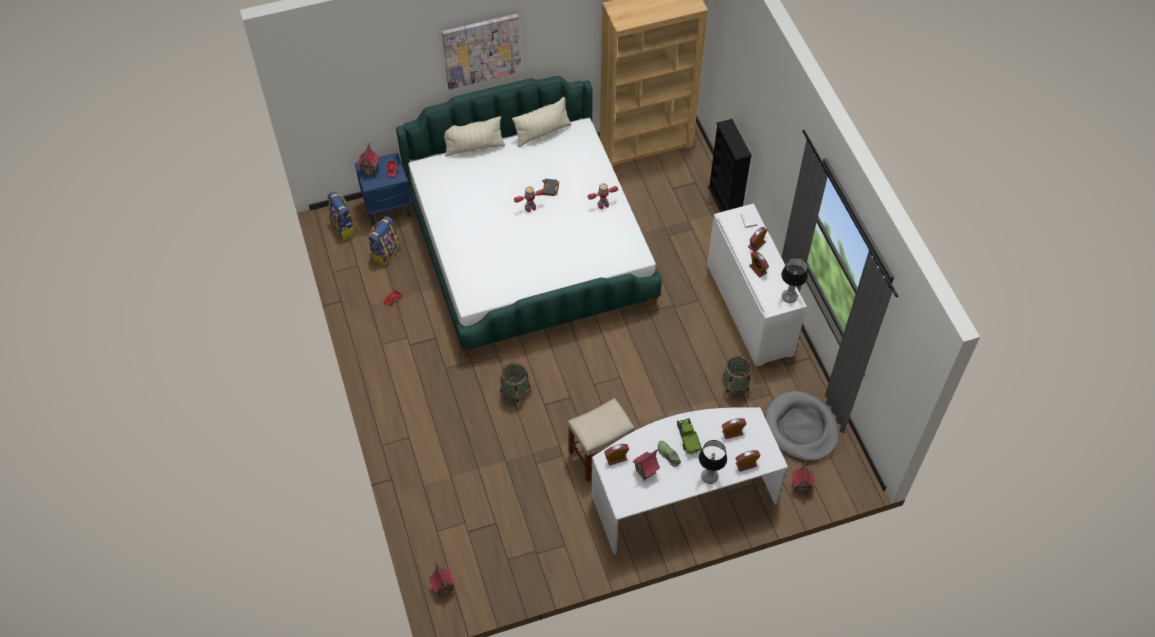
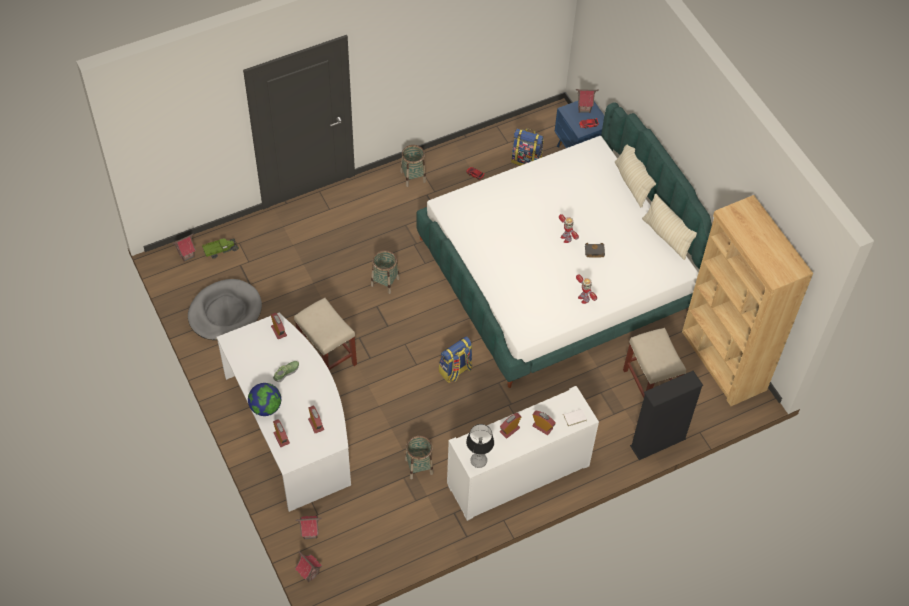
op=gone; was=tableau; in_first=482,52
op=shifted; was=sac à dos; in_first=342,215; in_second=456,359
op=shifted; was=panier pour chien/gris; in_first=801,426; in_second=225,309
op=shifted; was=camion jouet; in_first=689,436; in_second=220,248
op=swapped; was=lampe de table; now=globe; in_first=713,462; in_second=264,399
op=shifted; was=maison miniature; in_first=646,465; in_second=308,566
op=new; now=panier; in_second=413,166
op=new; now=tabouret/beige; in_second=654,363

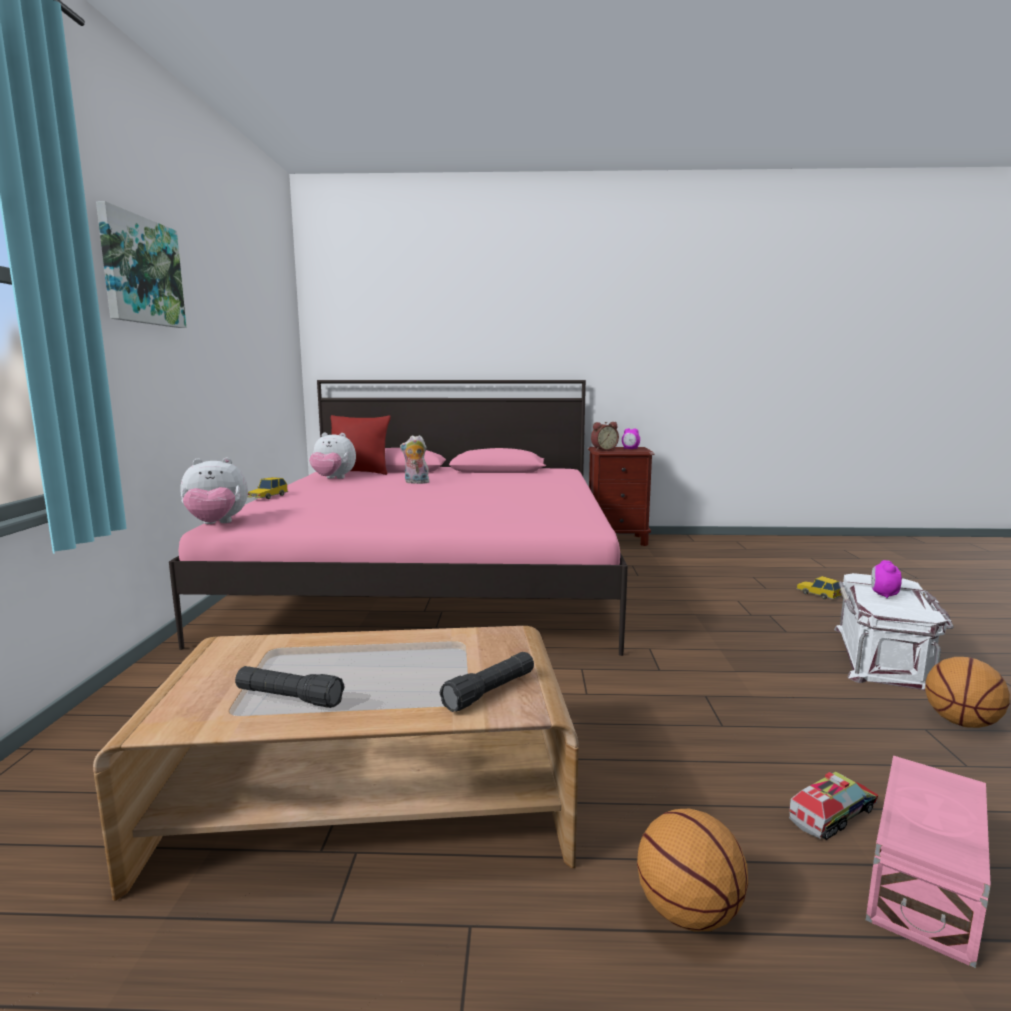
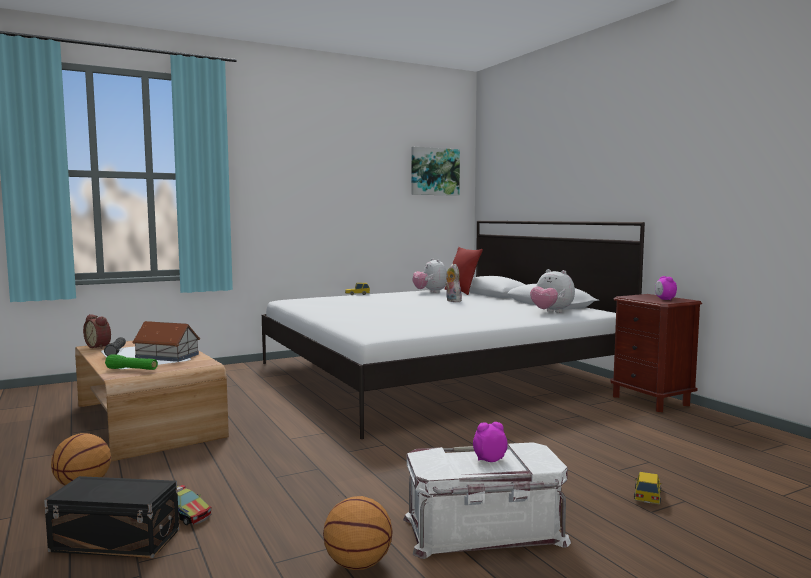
op=shifted; was=tableau; in_first=141,264; in_second=436,171
op=repainted; was=lit/rose; now=lit/blanc; in_first=398,518; in_second=453,330
op=shifted; was=réveil; in_first=605,436; in_second=97,331
op=shifted; was=peluche; in_first=214,491; in_second=552,291
op=repainted; was=lampe de poche/noir; now=lampe de poche/vert; in_first=486,682; in_second=131,362
op=repainted; was=boîte de rangement/rose; now=boîte de rangement/noir; in_first=928,861; in_second=111,517
op=new; now=maison miniature; in_second=166,341

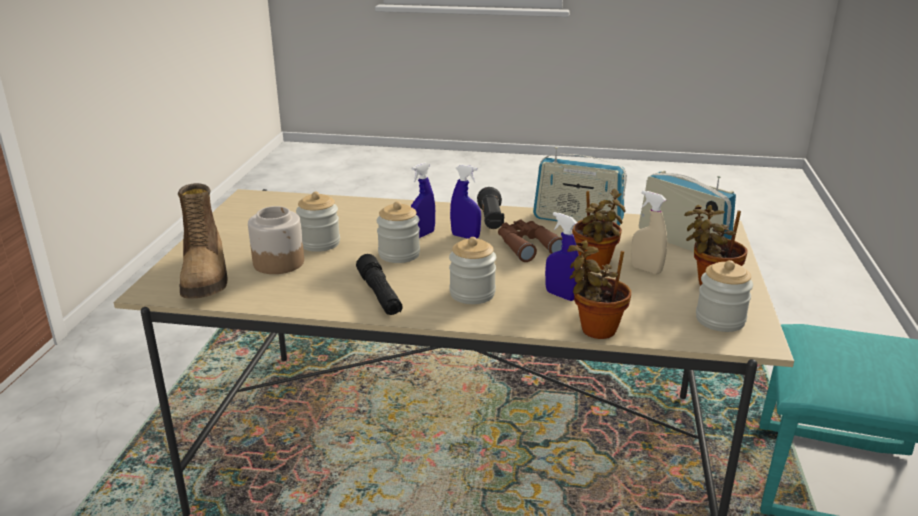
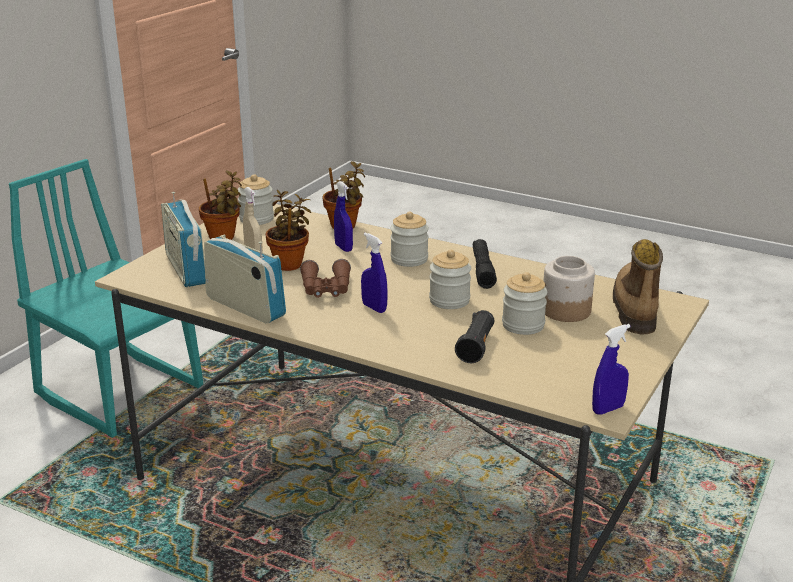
op=shifted; was=vaporisateur/bleu; in_first=423,200; in_second=611,369
op=shifted; was=lampe de poche/noir; in_first=490,208; in_second=474,336

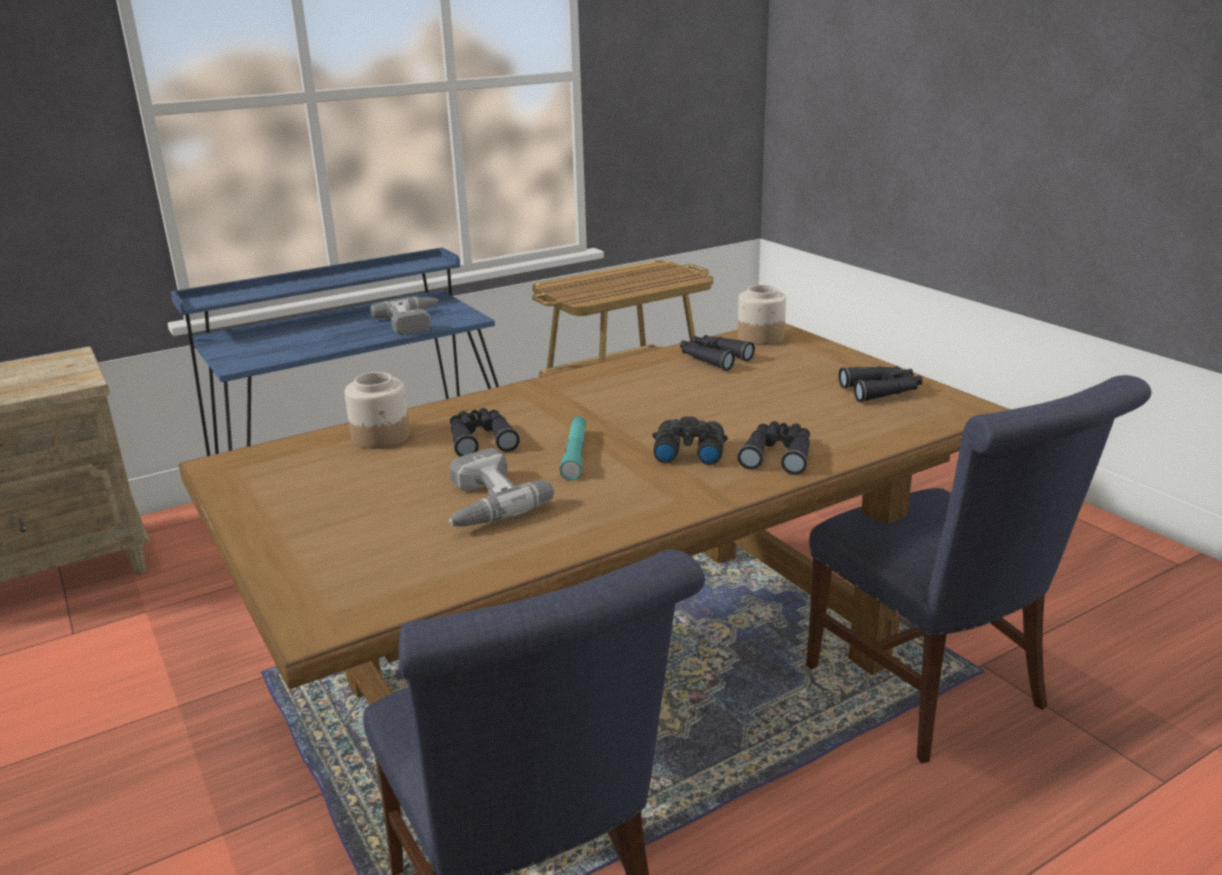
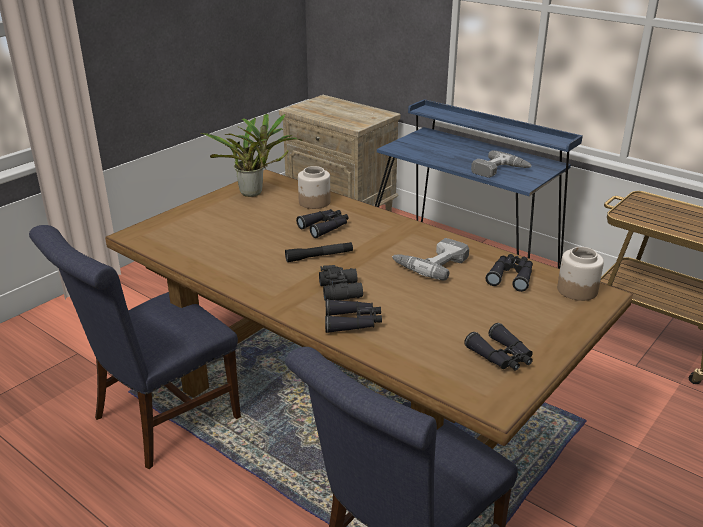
op=repainted; was=lampe de poche/turquoise; now=lampe de poche/noir; in_first=573,448; in_second=319,252
op=shifted; was=perceuse; in_first=501,487; in_second=430,259
op=new; now=plante en pot; in_second=251,155

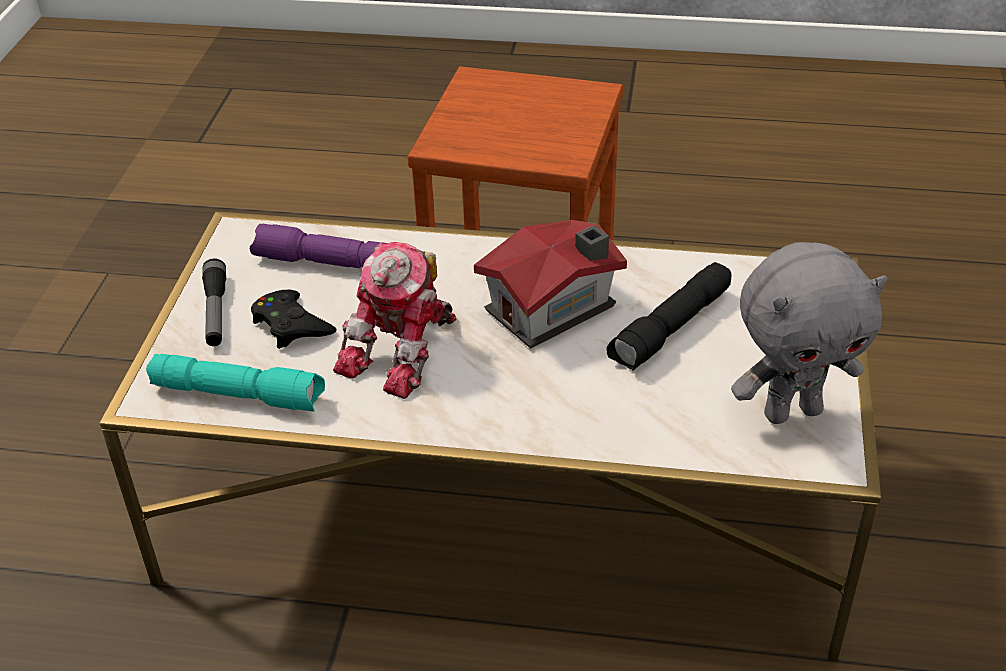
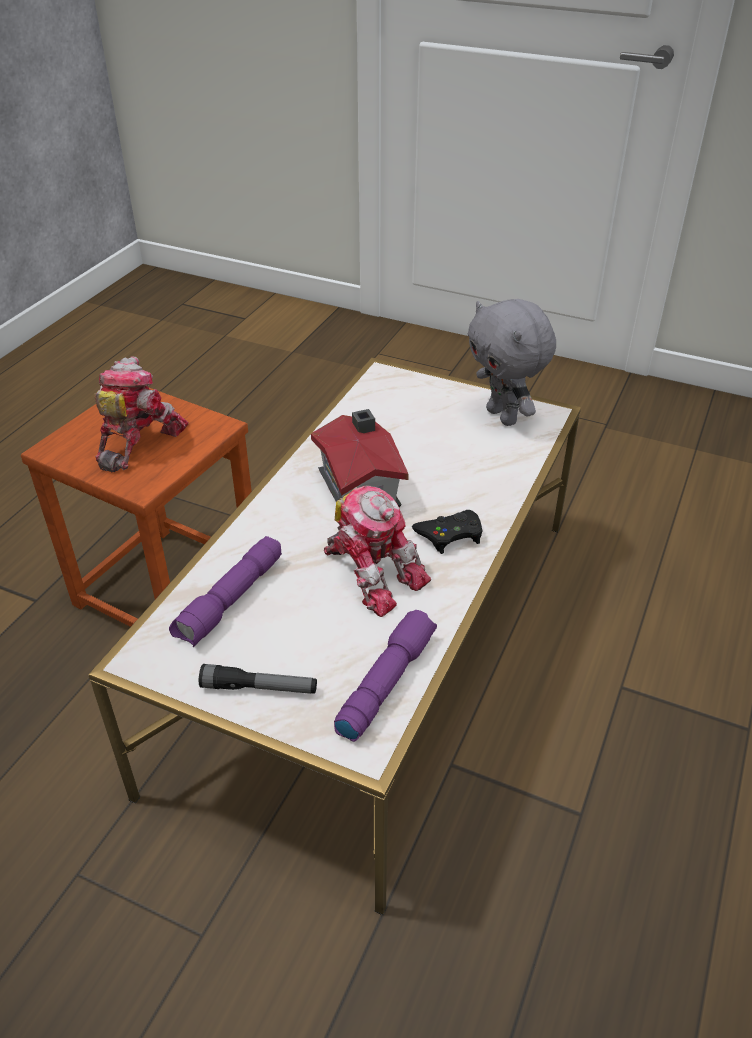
op=rotated; was=peluche/gris; in_first=809,333; in_second=512,362; clockwise=150
op=gone; was=lampe de poche/noir; in_first=668,316
op=shifted; was=manette/noir; in_first=294,319; in_second=447,532
op=repainted; was=lampe de poche/turquoise; now=lampe de poche/violet; in_first=235,383; in_second=385,676
op=new; now=robot jouet; in_second=141,414

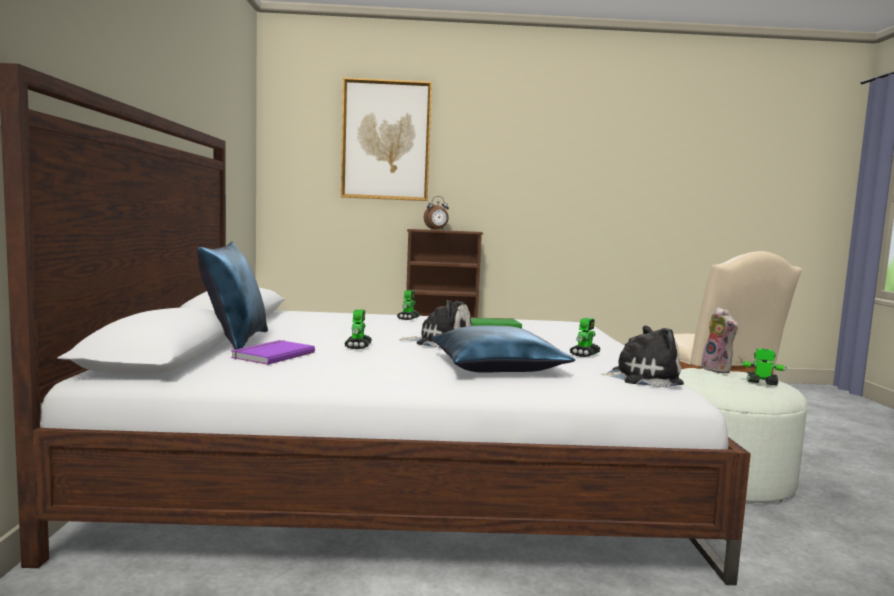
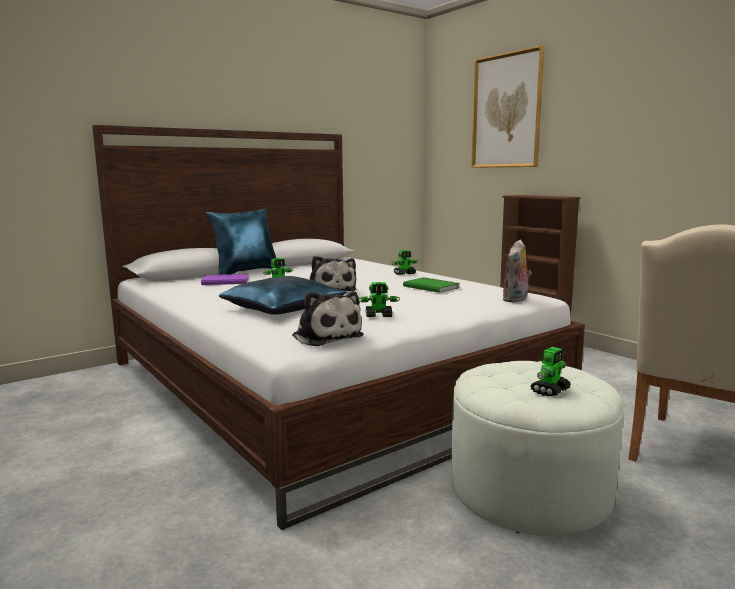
op=gone; was=réveil; in_first=436,213
op=shifted; was=peluche; in_first=719,340; in_second=517,271
op=rotated; was=robot jouet; in_first=763,367; in_second=550,372; clockwise=60

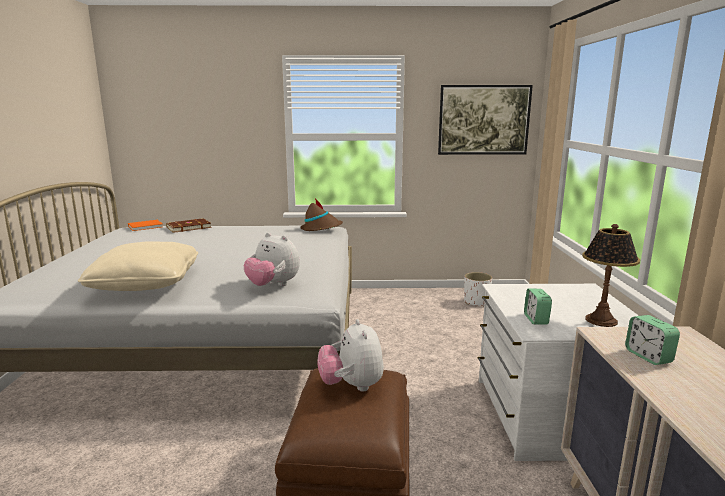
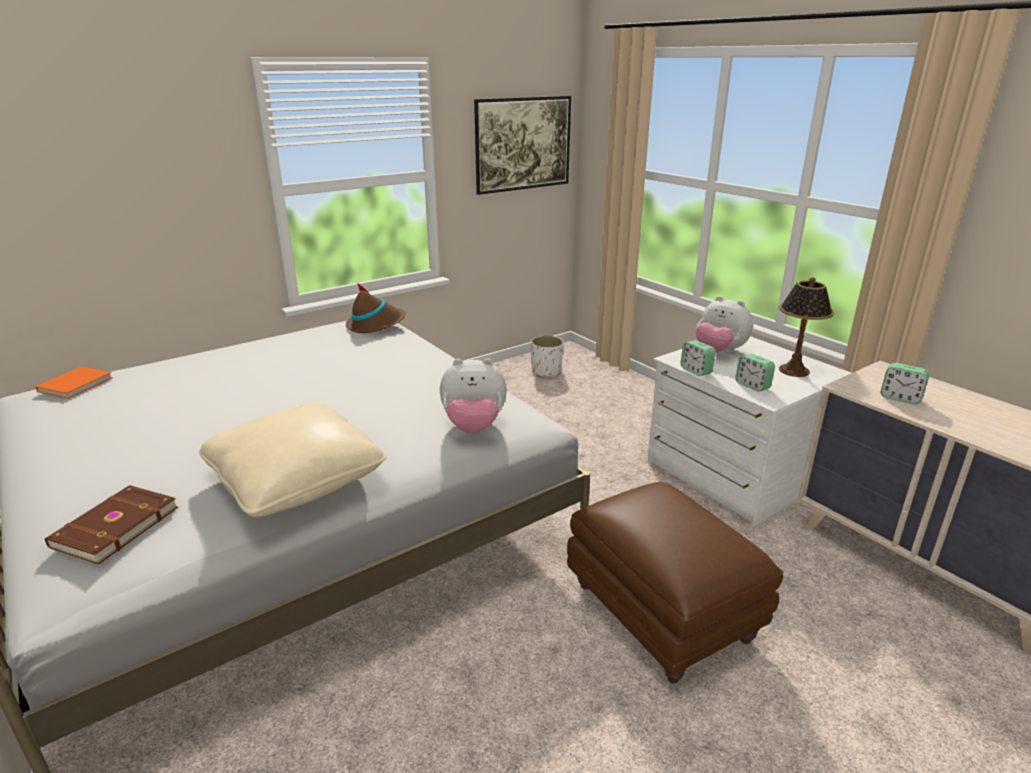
op=shifted; was=livre/marron; in_first=189,226; in_second=111,525
op=shifted; was=peluche; in_first=350,355; in_second=724,324
op=new; now=réveil; in_second=698,358

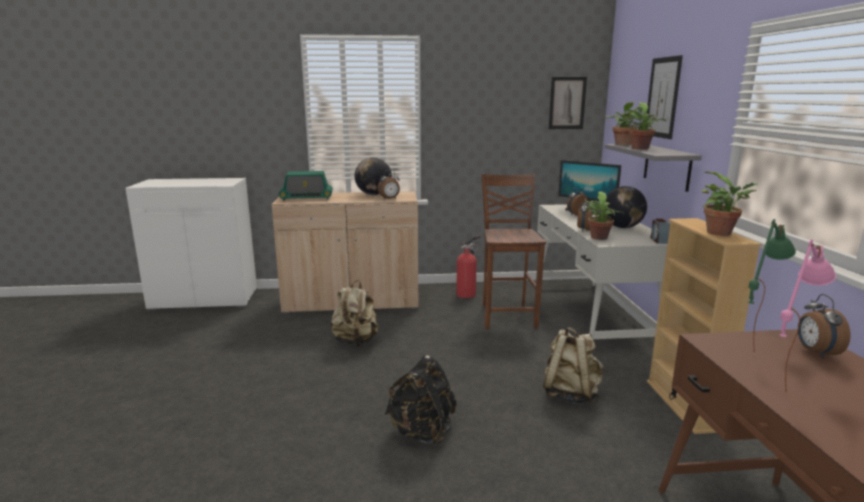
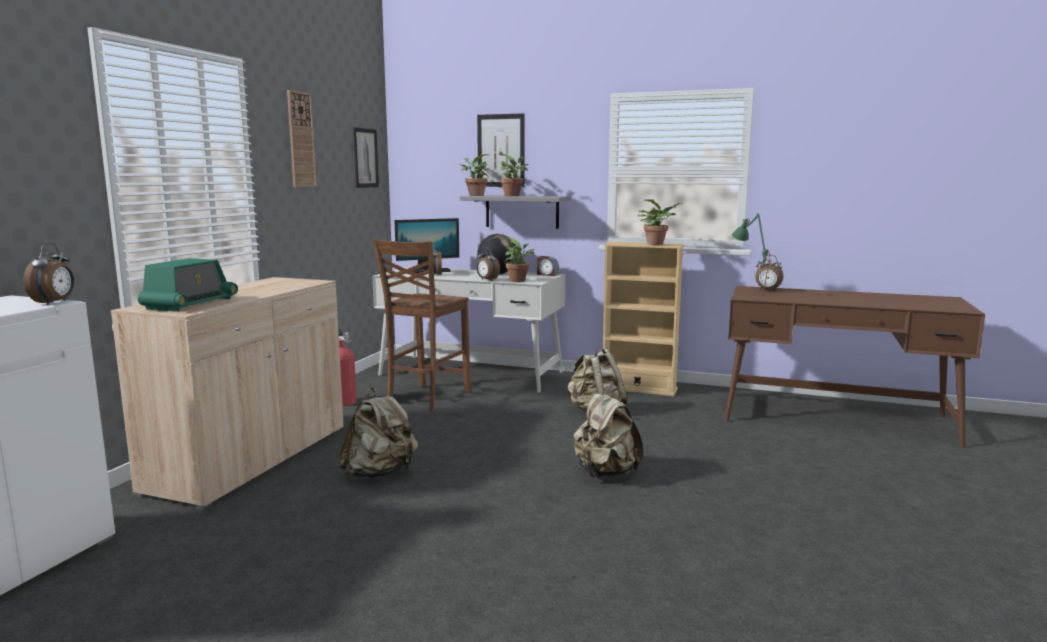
op=gone; was=globe; in_first=373,176
op=shifted; was=réveil; in_first=389,185; in_second=49,274
op=rotated; was=chaise/marron; in_first=513,251; in_second=422,325; clockwise=-90
op=gone; was=lampe de table/rose; in_first=808,316
op=repainted; was=sac à dos/noir; now=sac à dos/beige; in_first=421,400; in_second=608,433
op=new; now=horloge murale; in_second=302,138

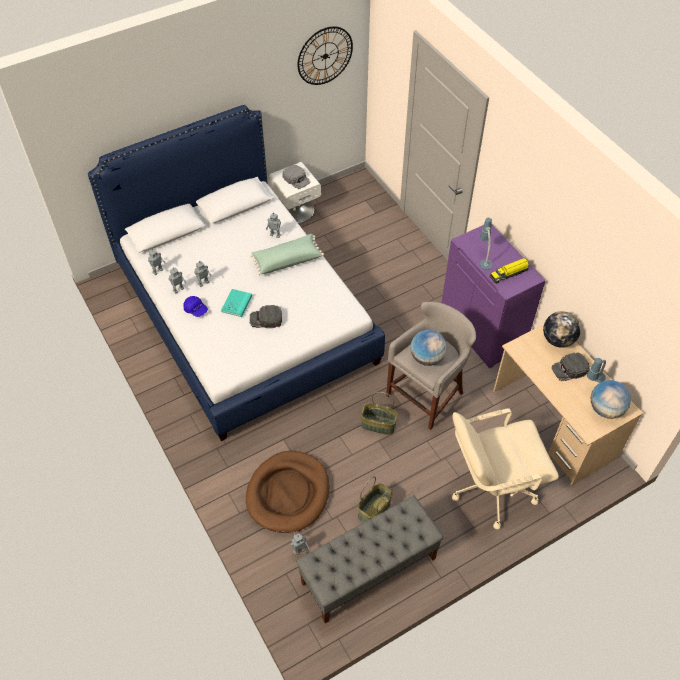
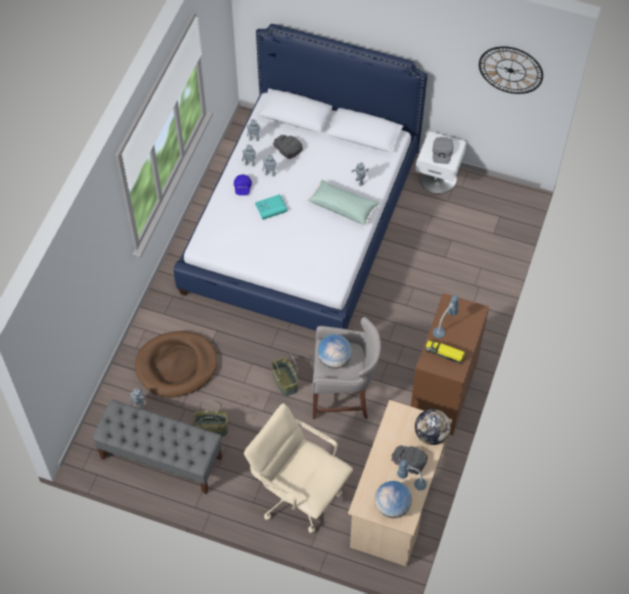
op=repainted; was=meuble de rangement/violet; now=meuble de rangement/marron; in_first=494,296; in_second=450,364
op=shifted; was=casquette/noir; in_first=266,316; in_second=288,147

